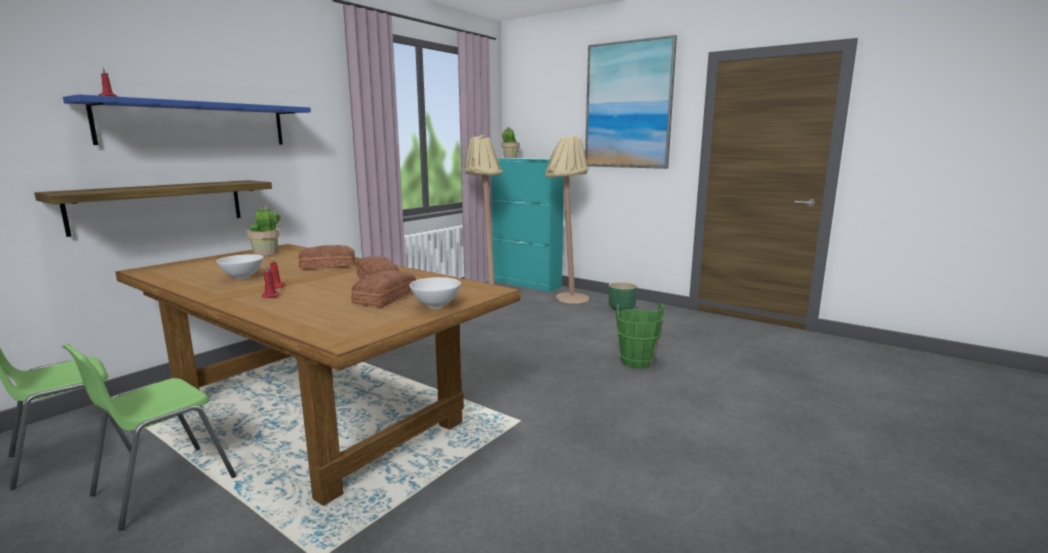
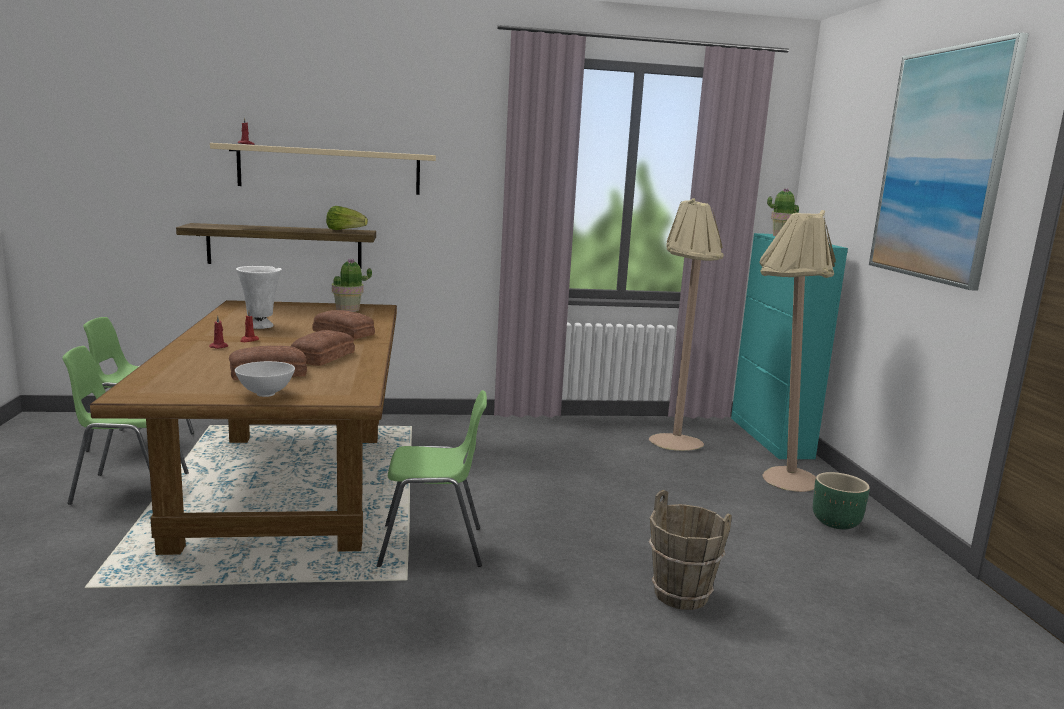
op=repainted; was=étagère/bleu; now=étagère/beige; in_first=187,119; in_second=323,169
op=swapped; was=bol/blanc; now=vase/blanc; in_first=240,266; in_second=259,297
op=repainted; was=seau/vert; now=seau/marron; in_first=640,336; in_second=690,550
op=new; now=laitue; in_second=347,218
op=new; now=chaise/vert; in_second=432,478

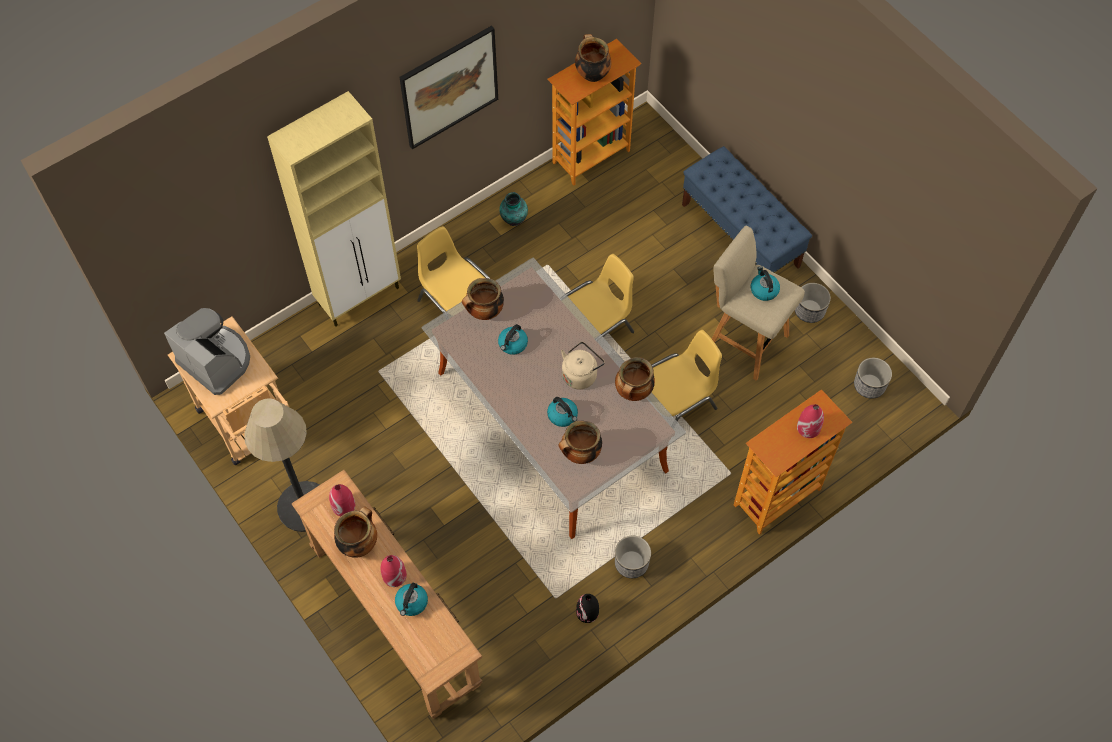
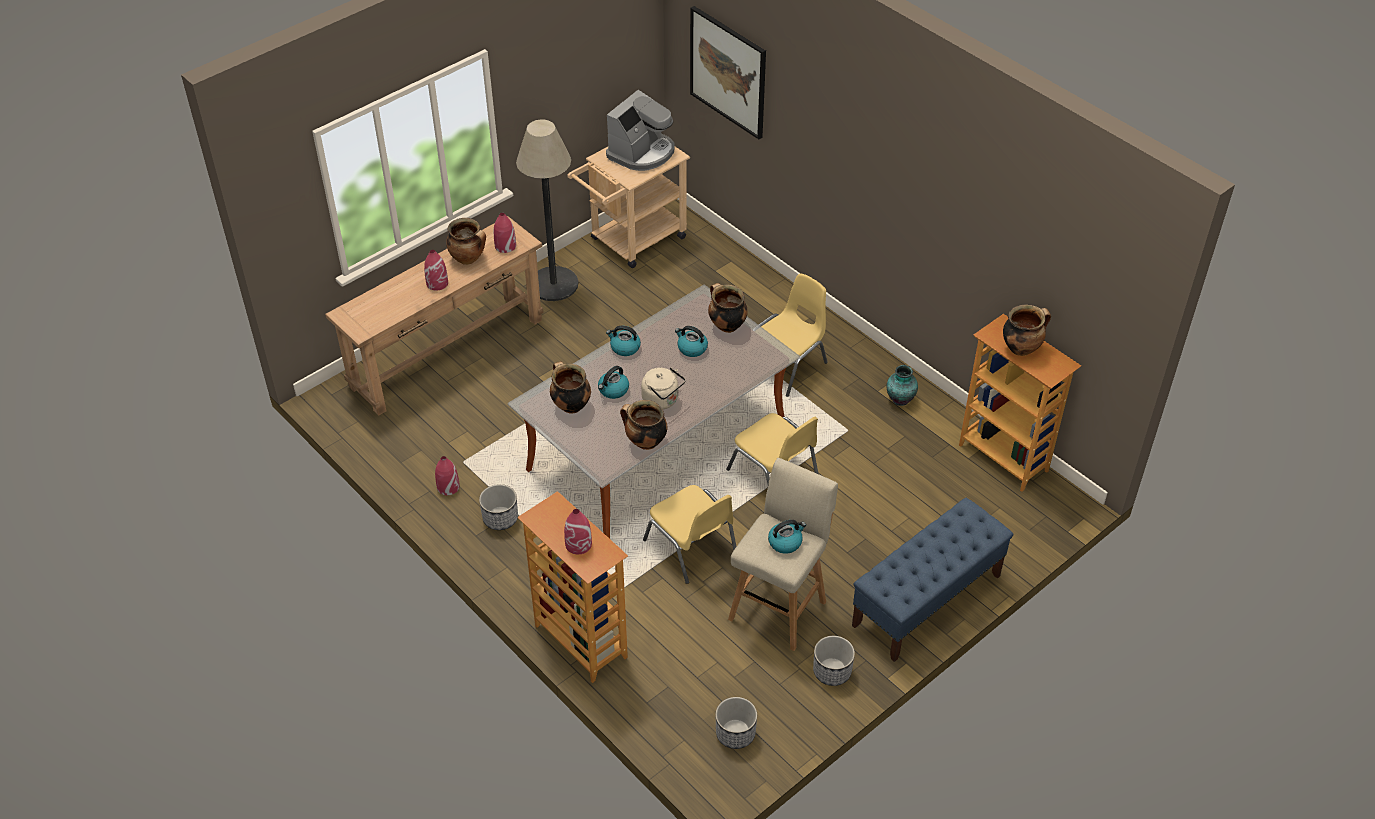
op=shifted; was=tableau; in_first=448,87; in_second=728,72
op=gone; was=meuble de rangement/beige; in_first=334,209
op=shifted; was=bouilloire; in_first=411,599; in_second=623,341
op=repainted; was=vase/noir; now=vase/rouge; in_first=587,608; in_second=447,475

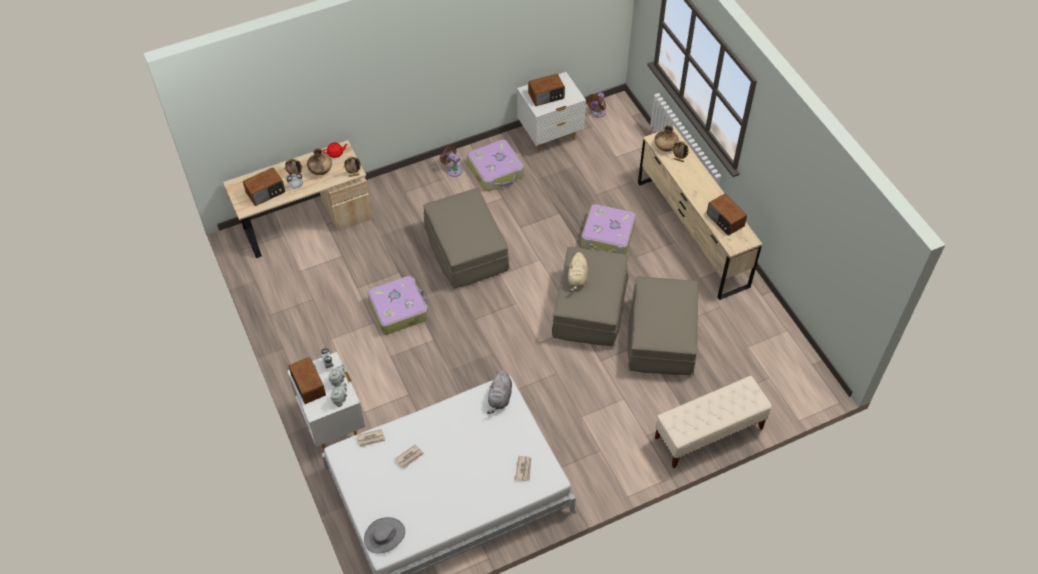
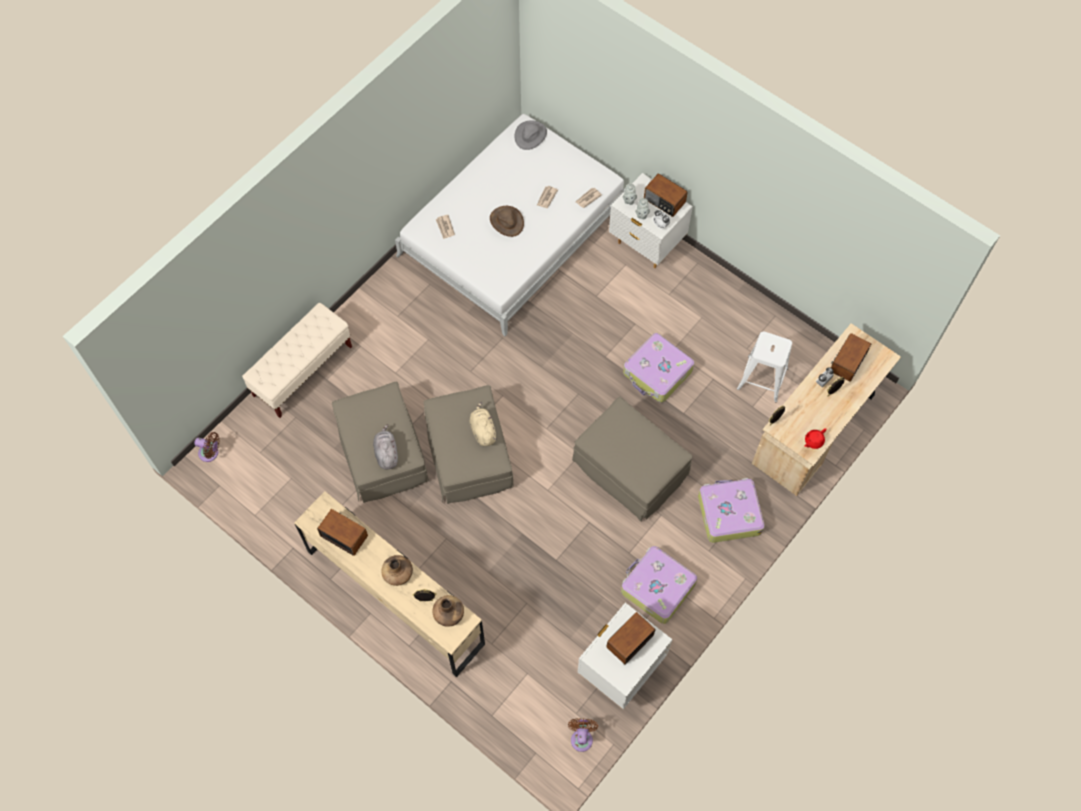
op=shifted; was=ventilateur/marron; in_first=451,160; in_second=207,447
op=shifted; was=vase/marron; in_first=319,161; in_second=397,570
op=shifted; was=valise; in_first=608,229; in_second=731,510
op=shifted; was=peluche/gris; in_first=499,392; in_second=385,446
op=new; now=chapeau/marron; in_second=507,221
op=new; now=tabouret/blanc; in_second=764,366

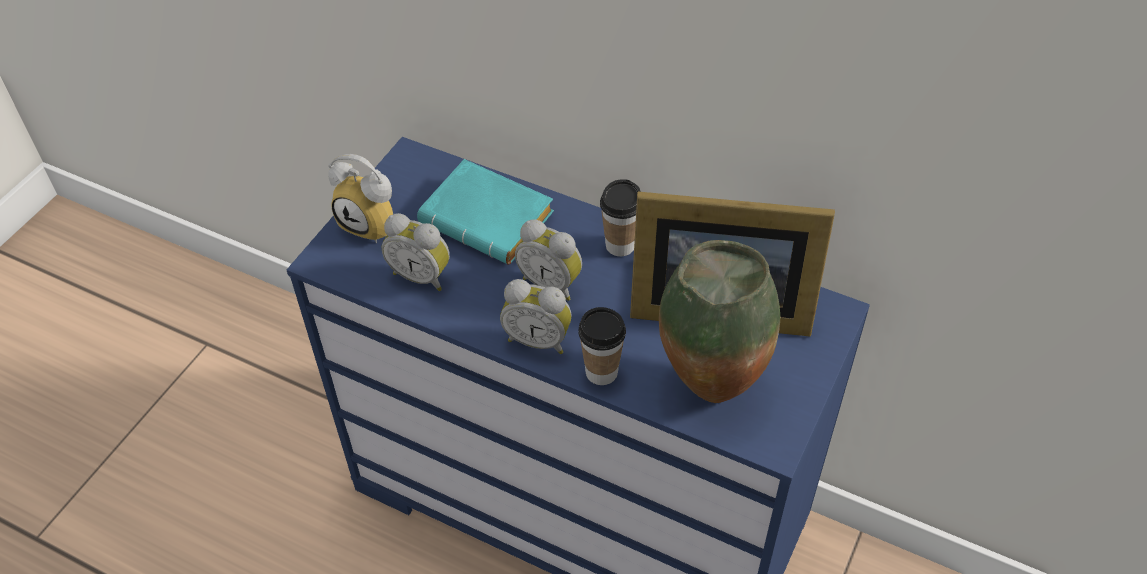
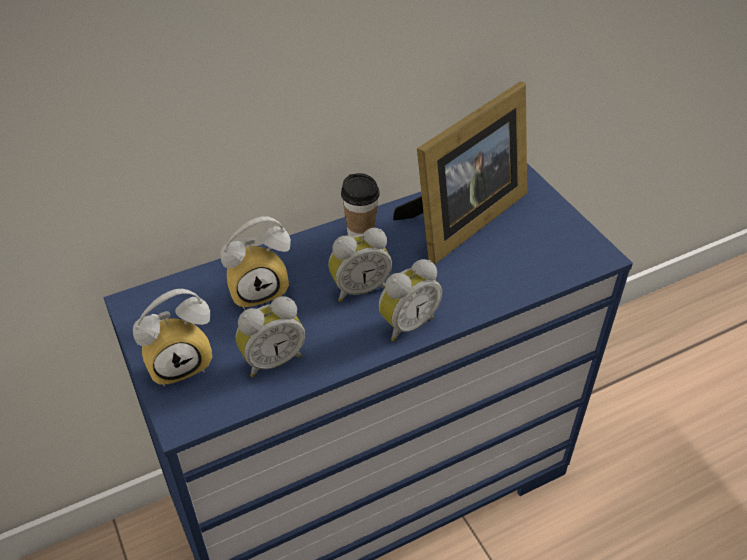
op=swapped; was=livre/turquoise; now=réveil; in_first=485,212; in_second=255,263
op=gone; was=vase; in_first=719,321
op=gone; was=tasse; in_first=602,346

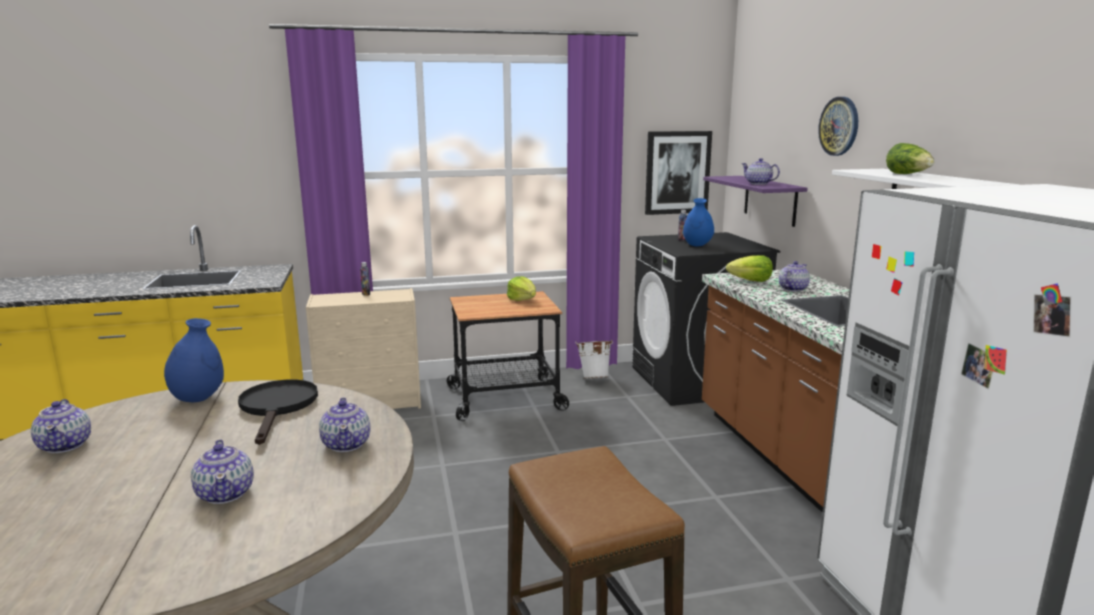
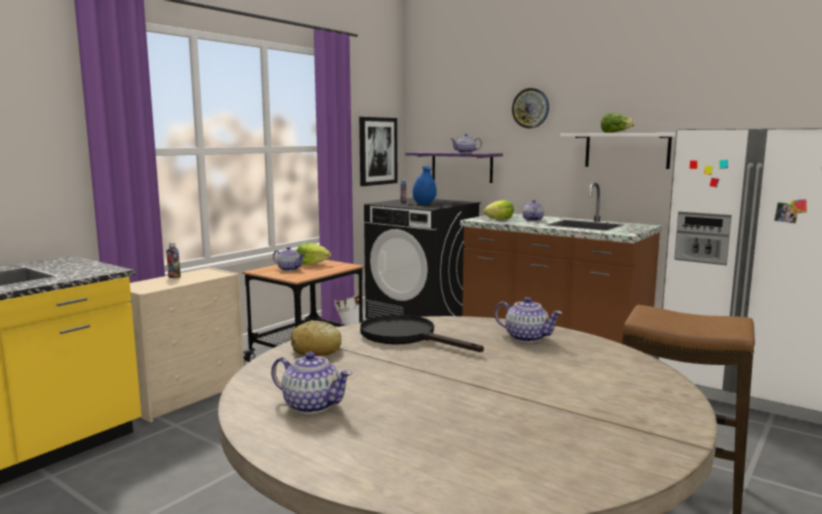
op=swapped; was=vase/bleu; now=pain; in_first=194,360; in_second=316,338
op=shifted; was=théière; in_first=222,472; in_second=289,259

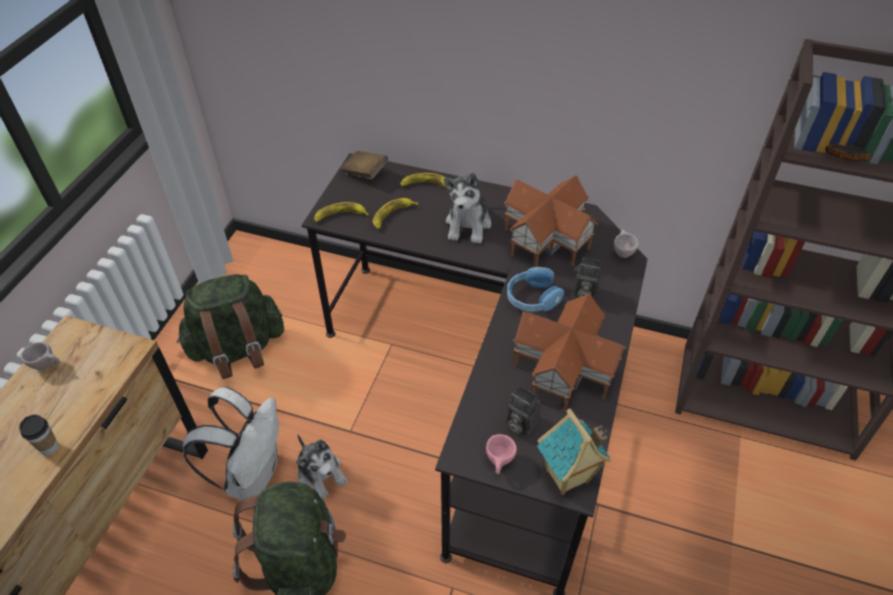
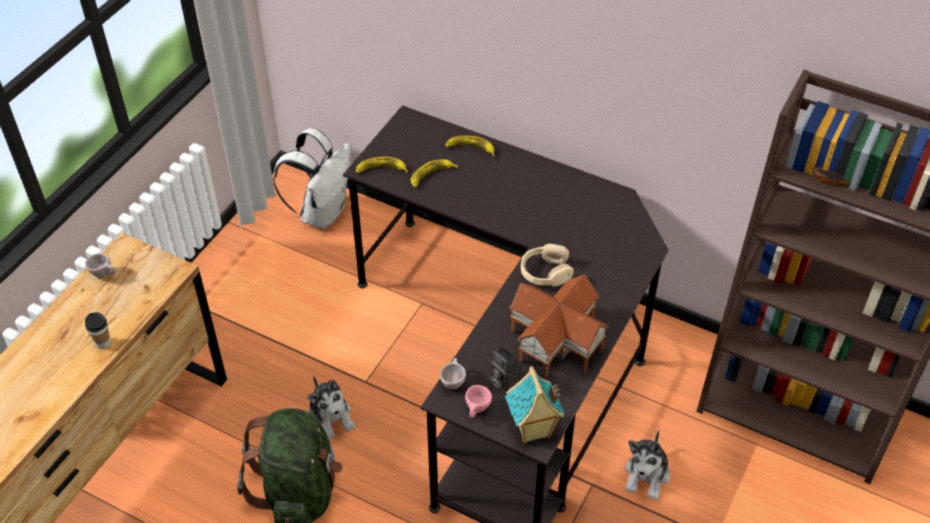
op=gone; was=livre/marron; in_first=364,165
op=shifted; was=peluche; in_first=467,208; in_second=647,465
op=gone; was=maison miniature; in_first=551,221
op=shifted; was=tasse/beige; in_first=626,244; in_second=453,373
op=gone; was=appareil photo; in_first=587,278
op=repainted; was=casque audio/bleu; now=casque audio/beige; in_first=535,289; in_second=547,265
op=gone; was=sac à dos/vert; in_first=230,326
op=shifted; was=sac à dos/blanc; in_first=231,443; in_second=312,178

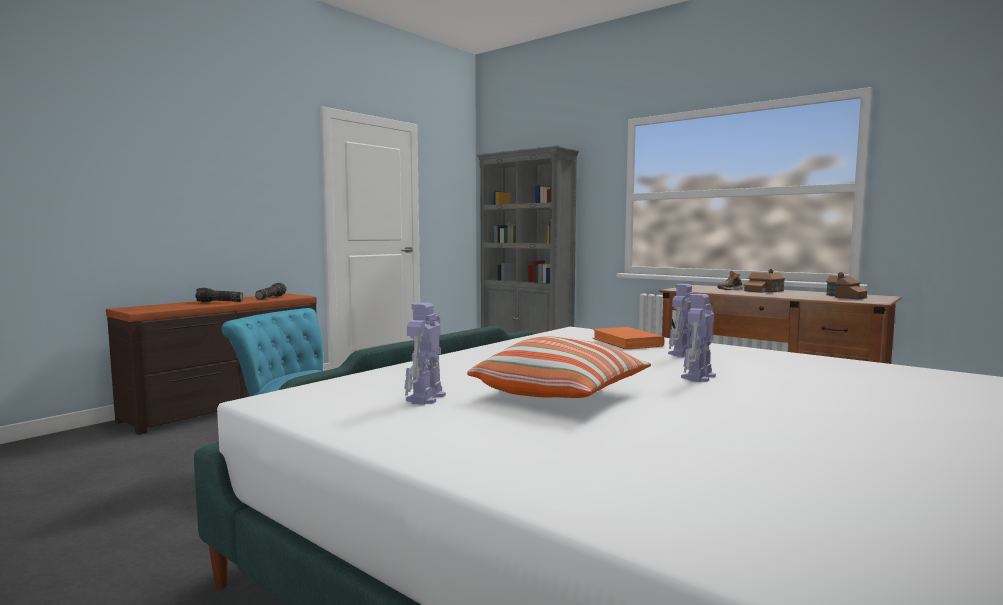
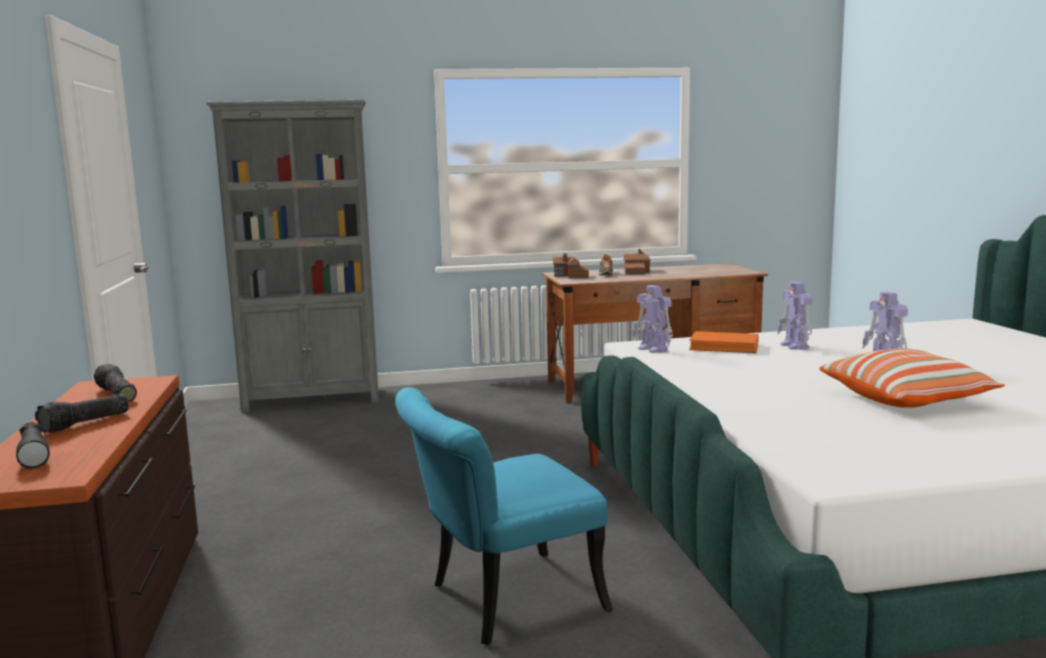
op=shifted; was=maison miniature; in_first=846,285; in_second=571,265
op=shifted; was=robot jouet; in_first=425,354; in_second=653,319
op=new; now=lampe de poche/noir; in_second=33,445

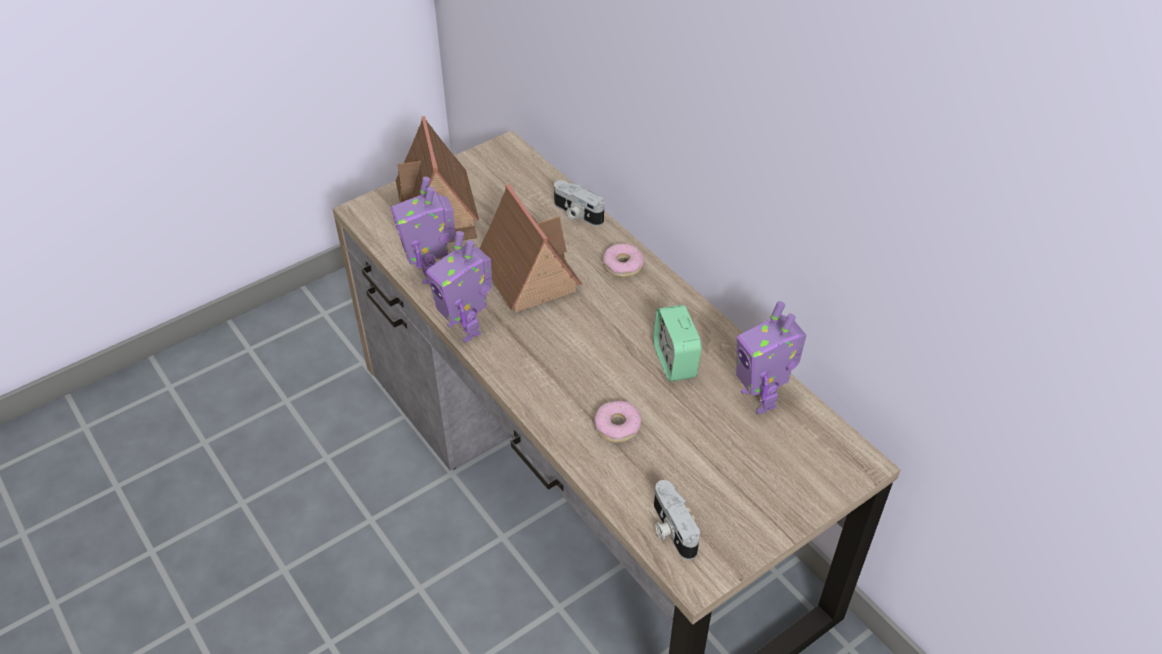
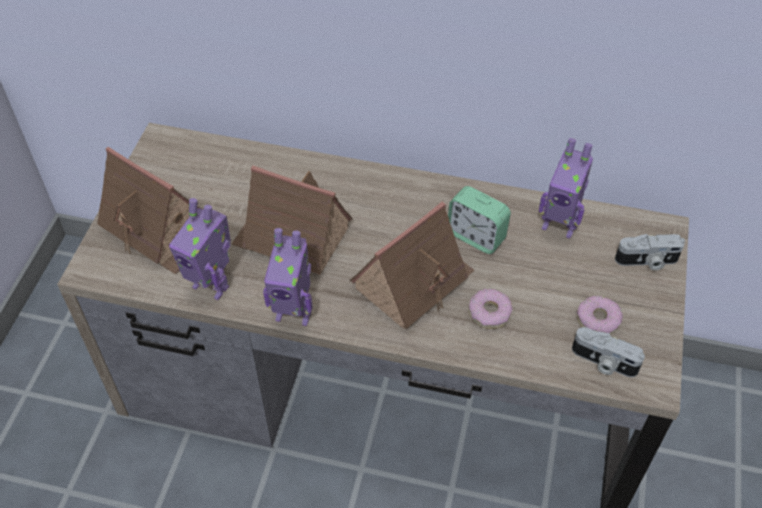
op=shifted; was=appareil photo; in_first=579,203; in_second=650,252
op=shifted; was=beignet; in_first=624,260; in_second=600,315
op=new; now=maison miniature; in_second=412,265

